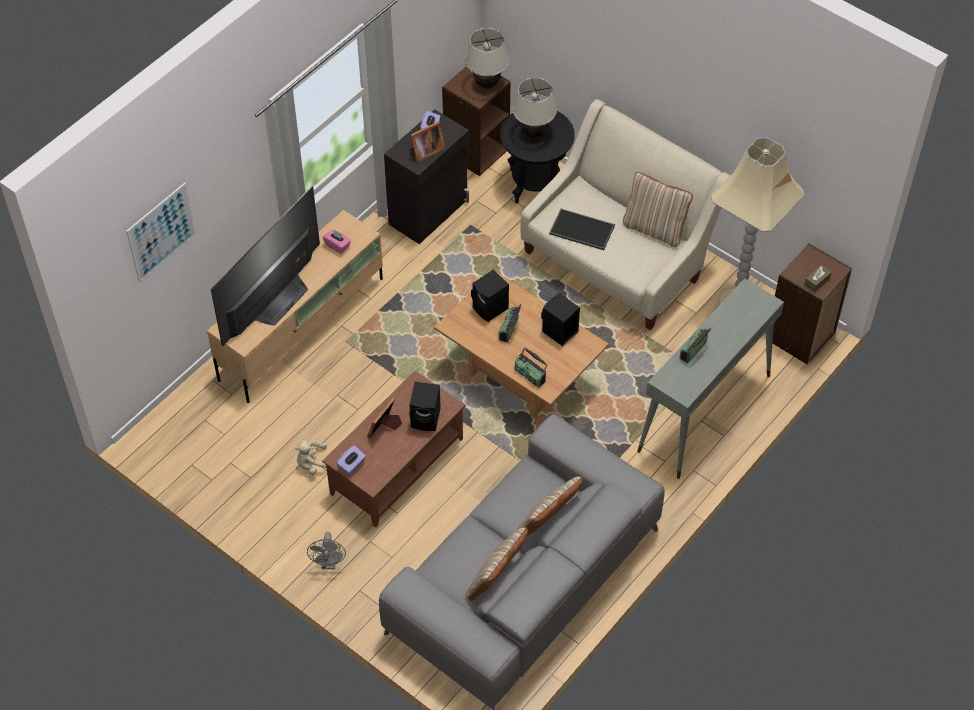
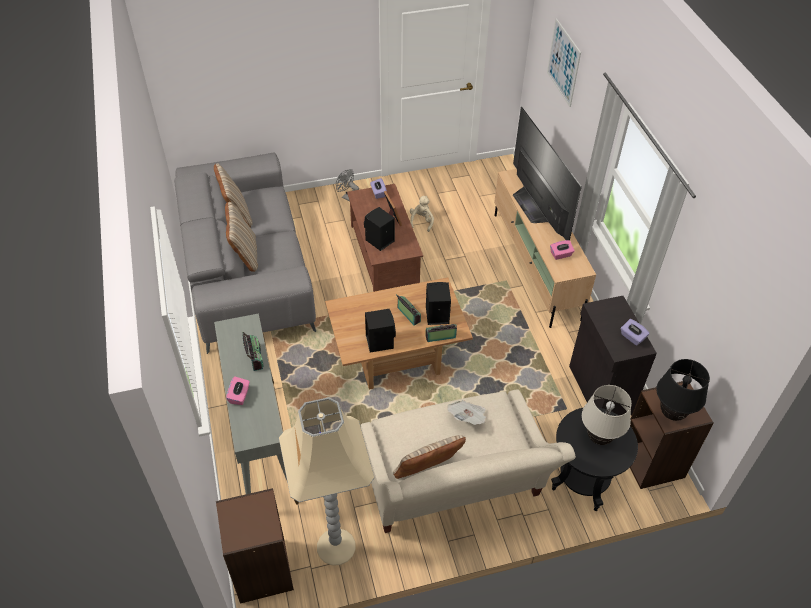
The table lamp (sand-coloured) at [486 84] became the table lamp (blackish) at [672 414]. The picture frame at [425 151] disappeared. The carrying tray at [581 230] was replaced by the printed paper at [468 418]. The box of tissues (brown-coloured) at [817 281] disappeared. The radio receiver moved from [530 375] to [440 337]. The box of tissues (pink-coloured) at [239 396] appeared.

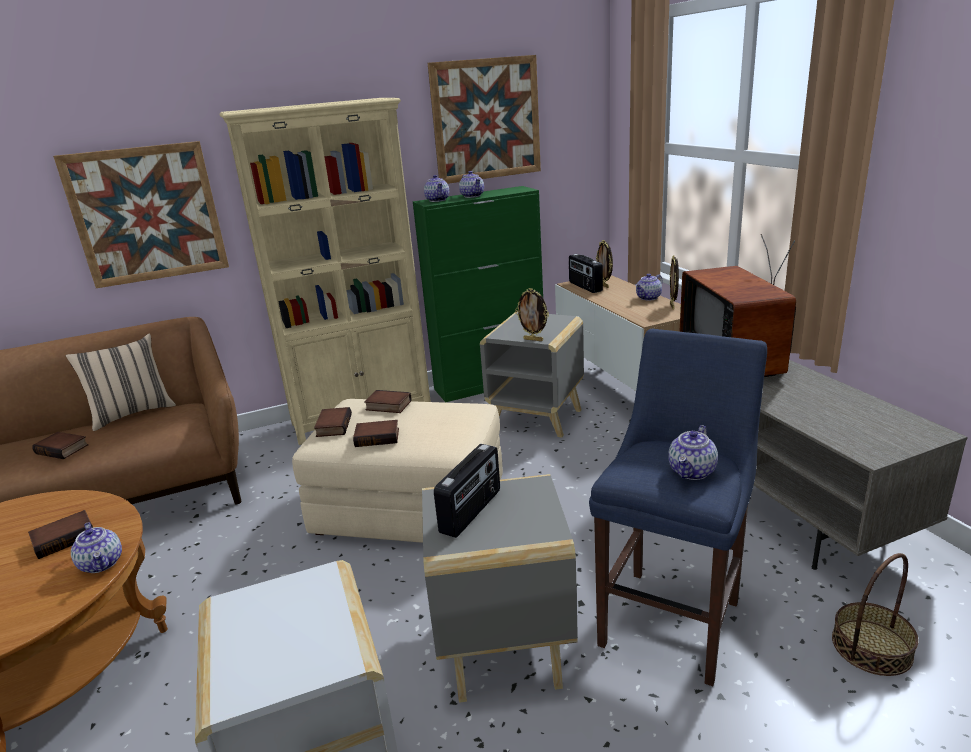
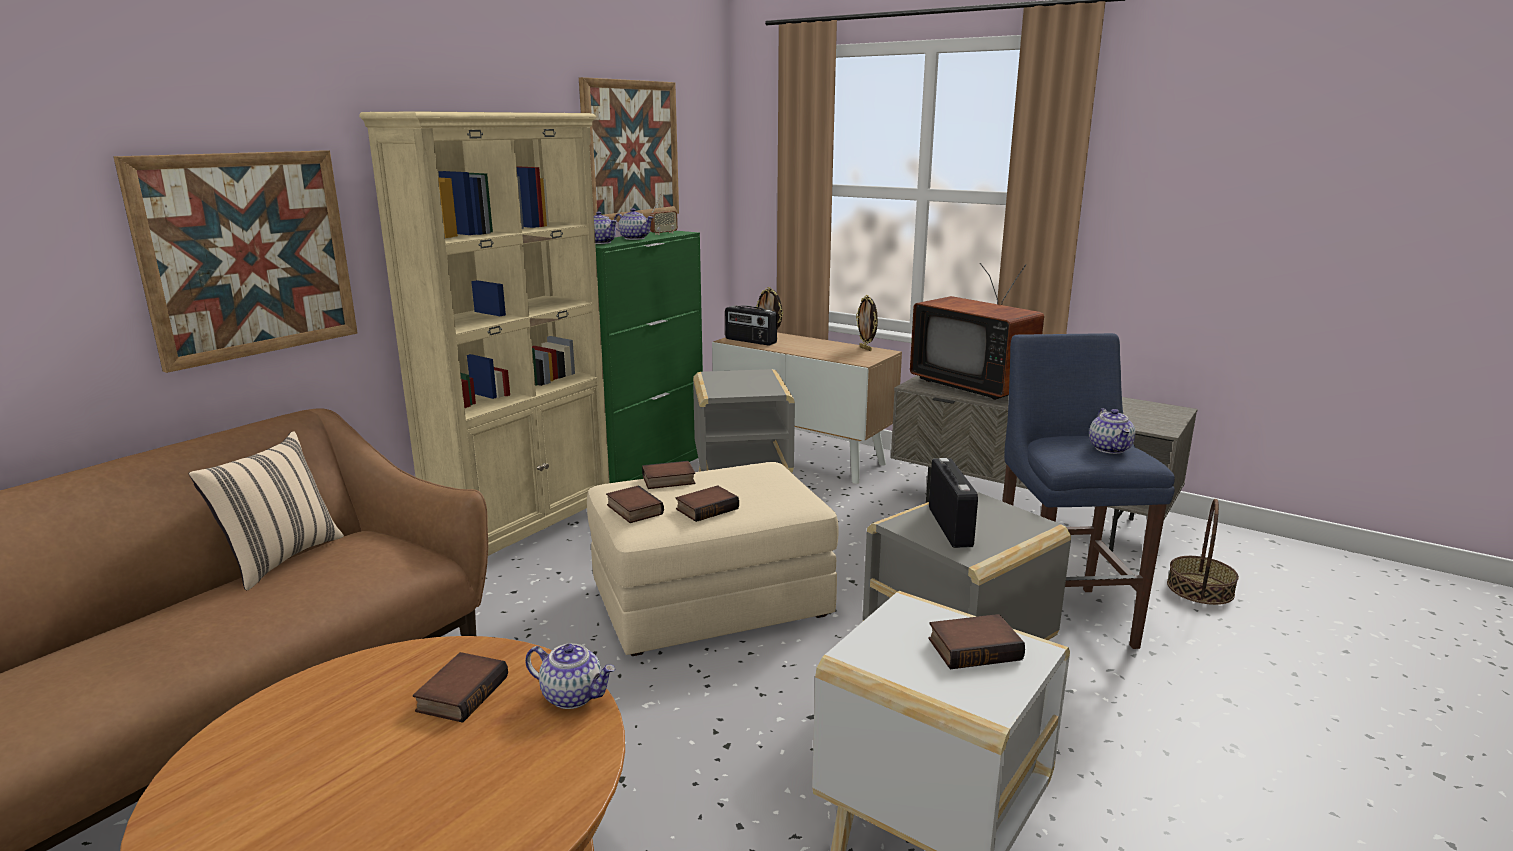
The pot for tea at [648 298] disappeared. The picture frame at [533 339] disappeared. The bound book moved from [64 449] to [974 648]. The radio receiver at [664 233] appeared.

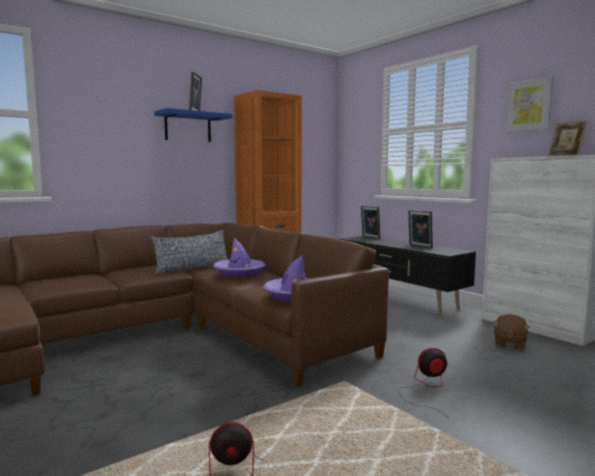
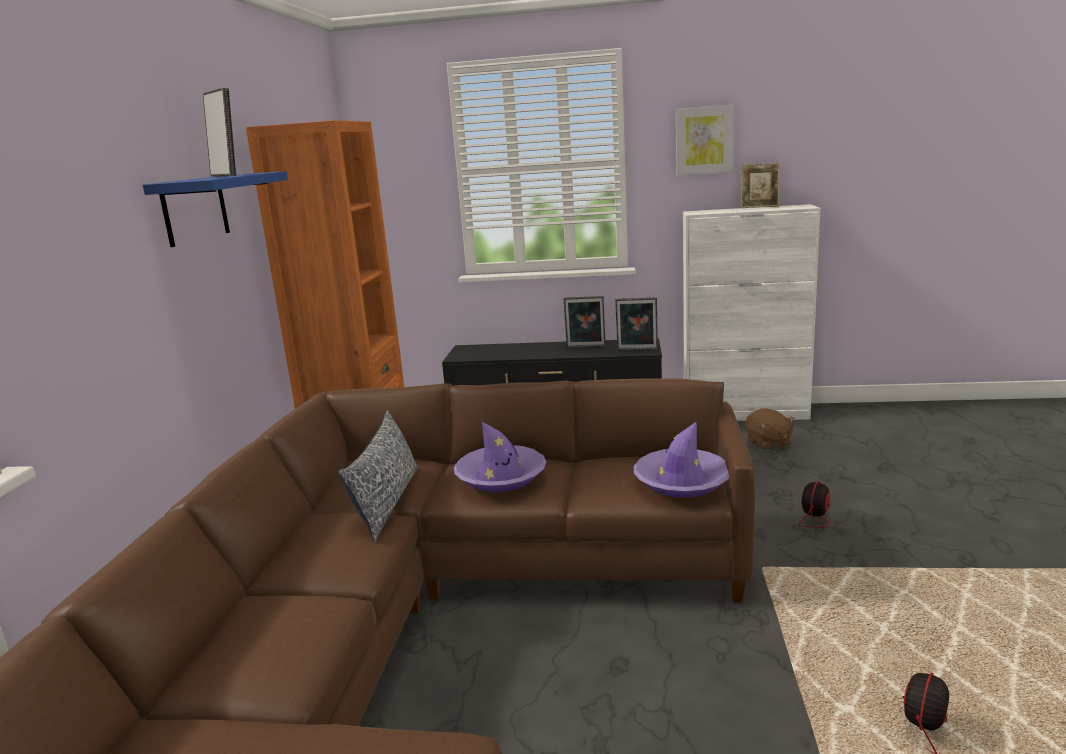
The picture frame moved from [370 237] to [637 350].

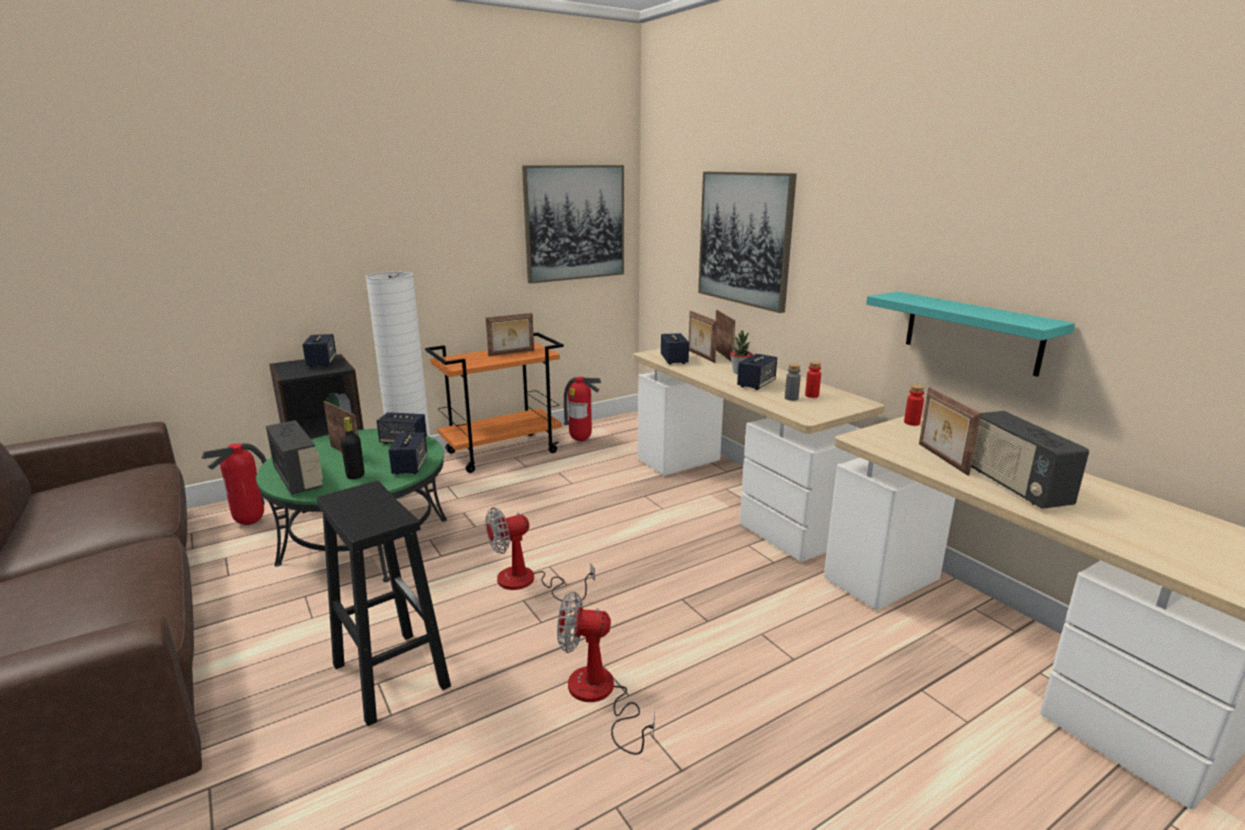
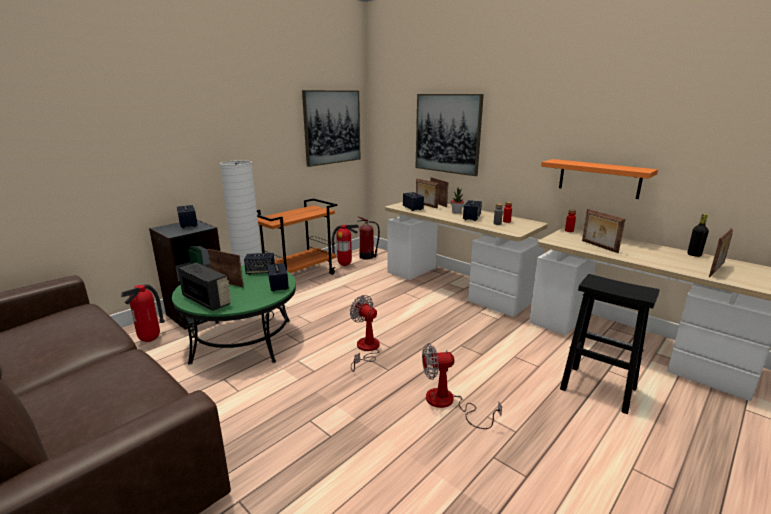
The shelf (turquoise) at [972 332] became the shelf (orange) at [599 178]. The picture frame moved from [511 353] to [716 271]. The radio receiver at [1014 486] disappeared. The drink bottle (blackish) moved from [355 476] to [694 254]. The stool (blackish) moved from [389 674] to [596 388]. The fan at [528 582] turned 90 degrees clockwise. The fire-fighting cylinder at [367 256] appeared.

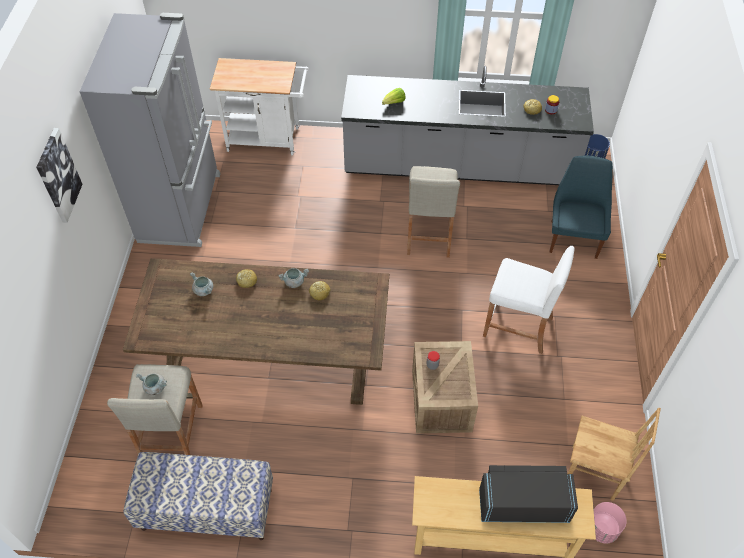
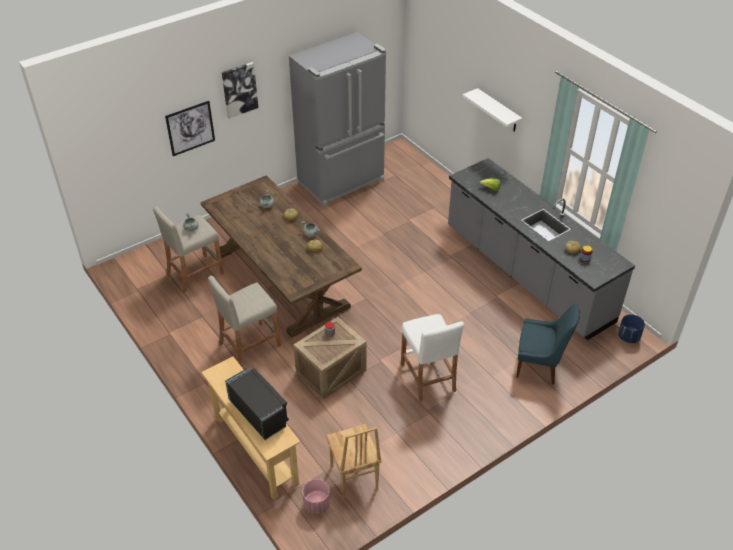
The trolley (whitish) at [268 139] disappeared. The plain chair (blue-coloured) at [573 237] turned 45 degrees clockwise. The stool (sand-coloured) moved from [429 234] to [249 344]. The long seat at [207 509] disappeared. The shelf (whitish) at [498 111] appeared. The wall art at [190 128] appeared.

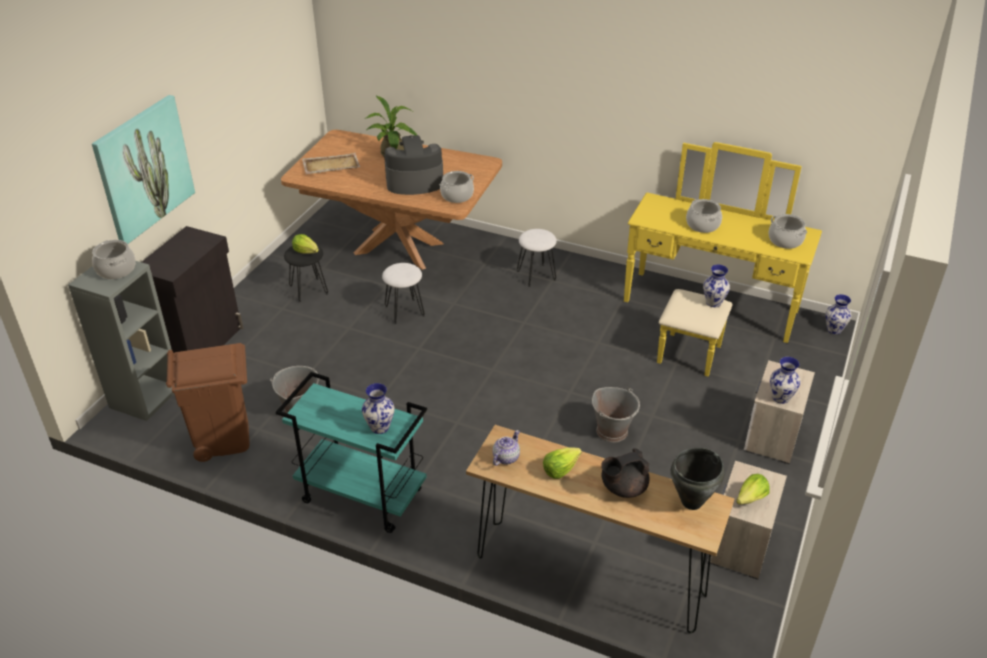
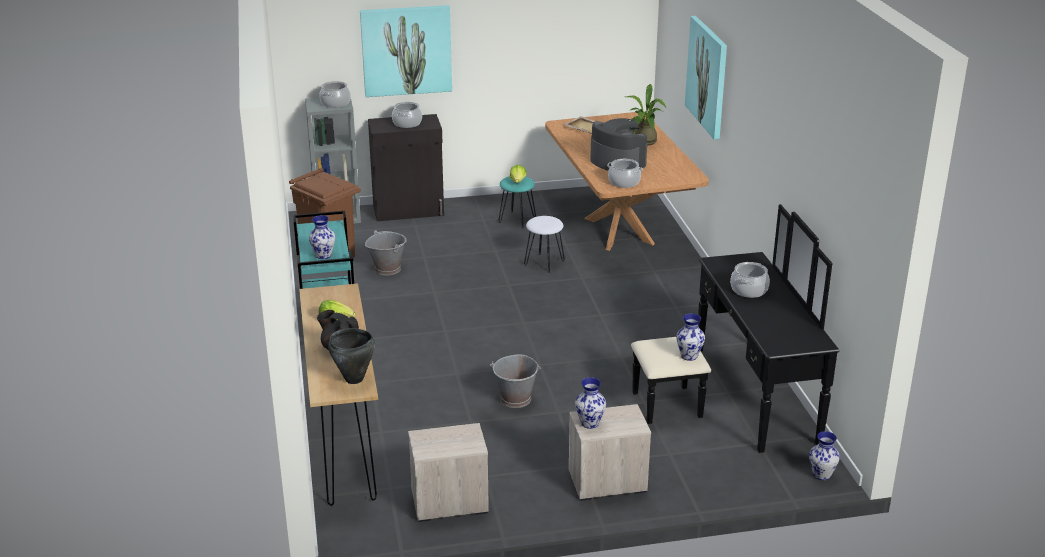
The drawer chest (yellowish) at [706 317] became the drawer chest (blackish) at [735 397]. The cooking pot moved from [785 240] to [407 123]. The stool (whitish) at [536 275] disappeared. The stool (blackish) at [308 290] became the stool (turquoise) at [517 220]. The pot for tea at [505 457] disappeared. The lettuce head at [751 498] disappeared. The wall art at [708 76] appeared.

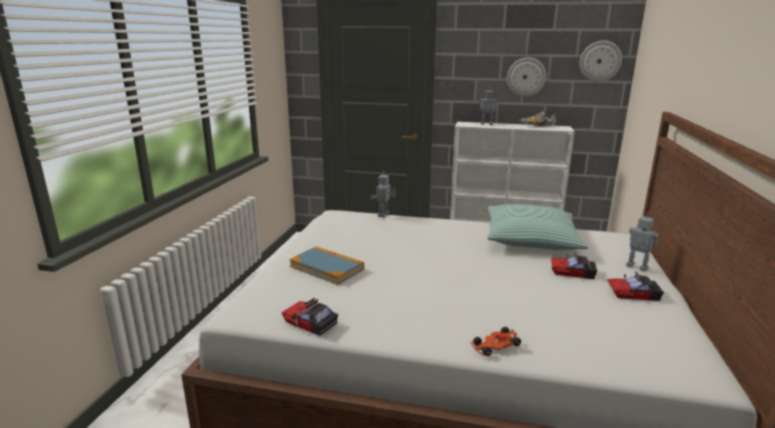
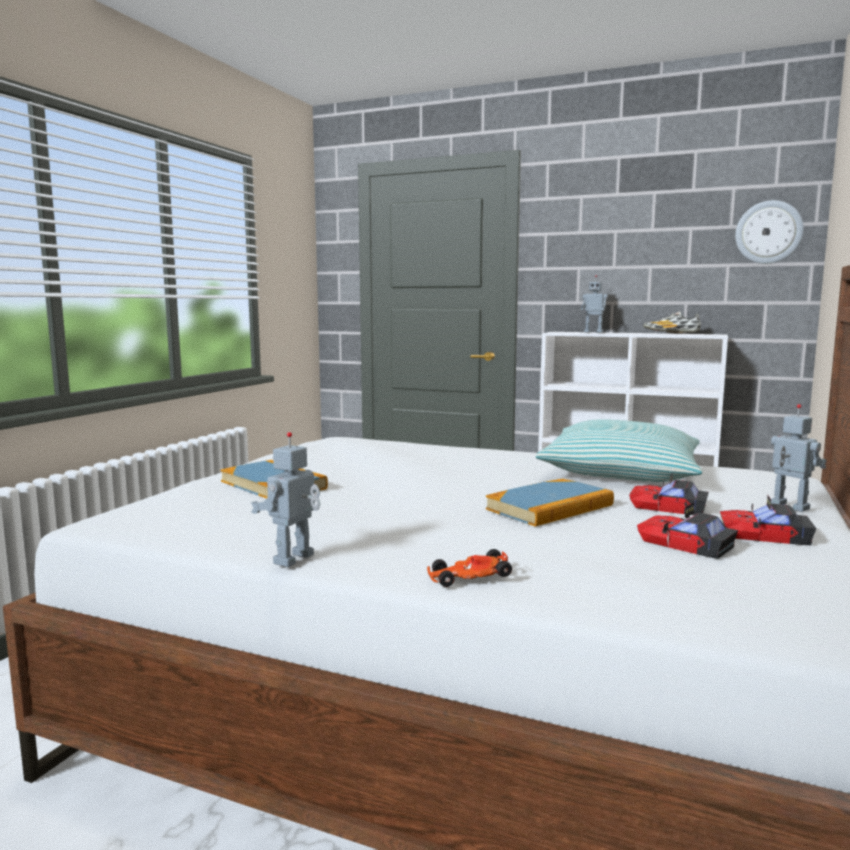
The wall clock at [526 77] disappeared. The toy robot moved from [384 215] to [295 559]. The model car moved from [310 322] to [685 543]. The bound book at [550 507] appeared.

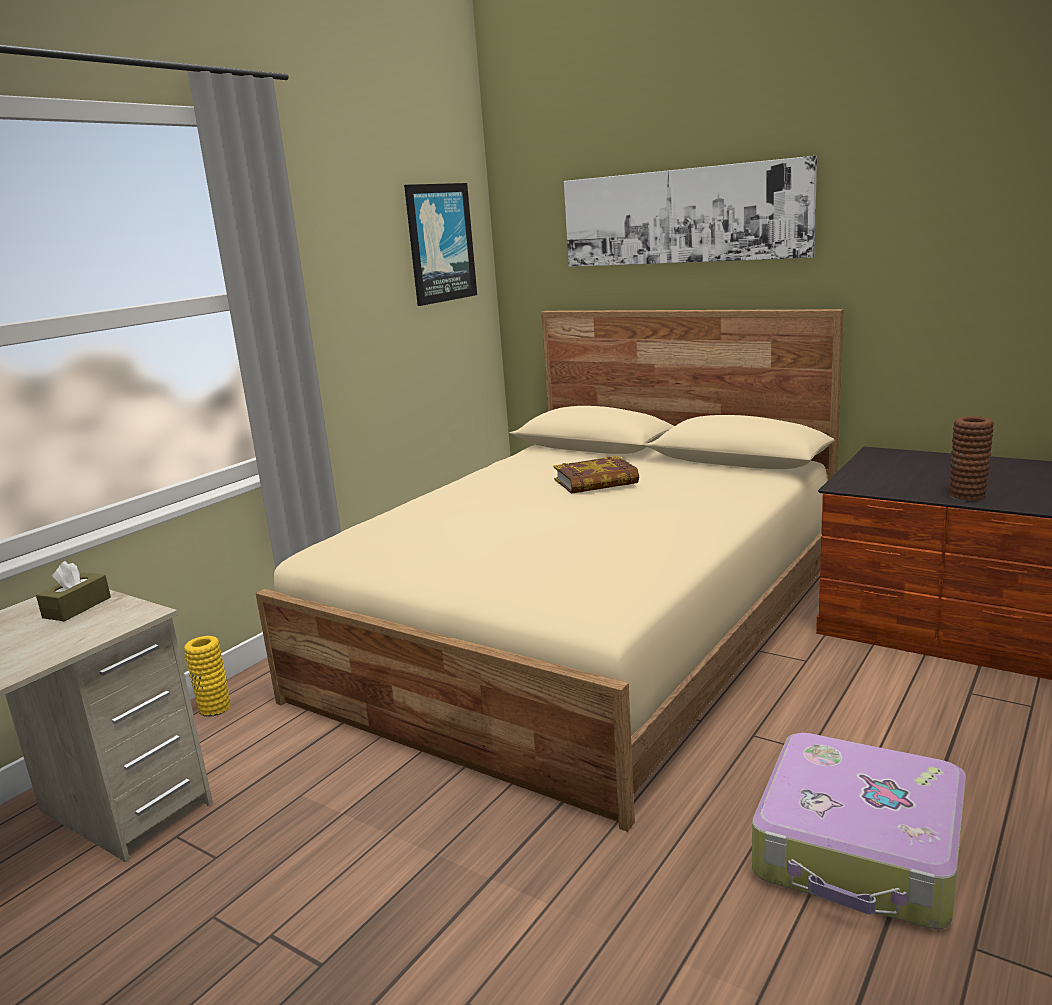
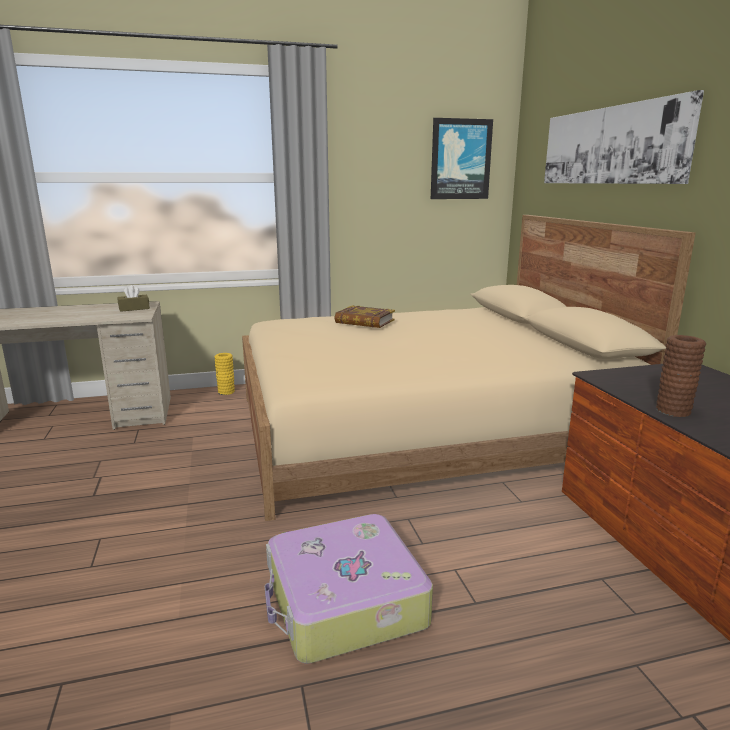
The bound book moved from [596 482] to [364 321].

